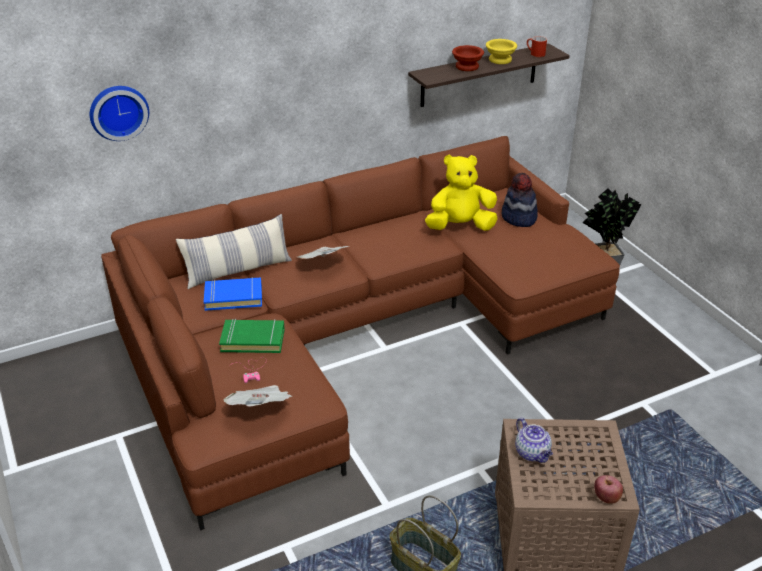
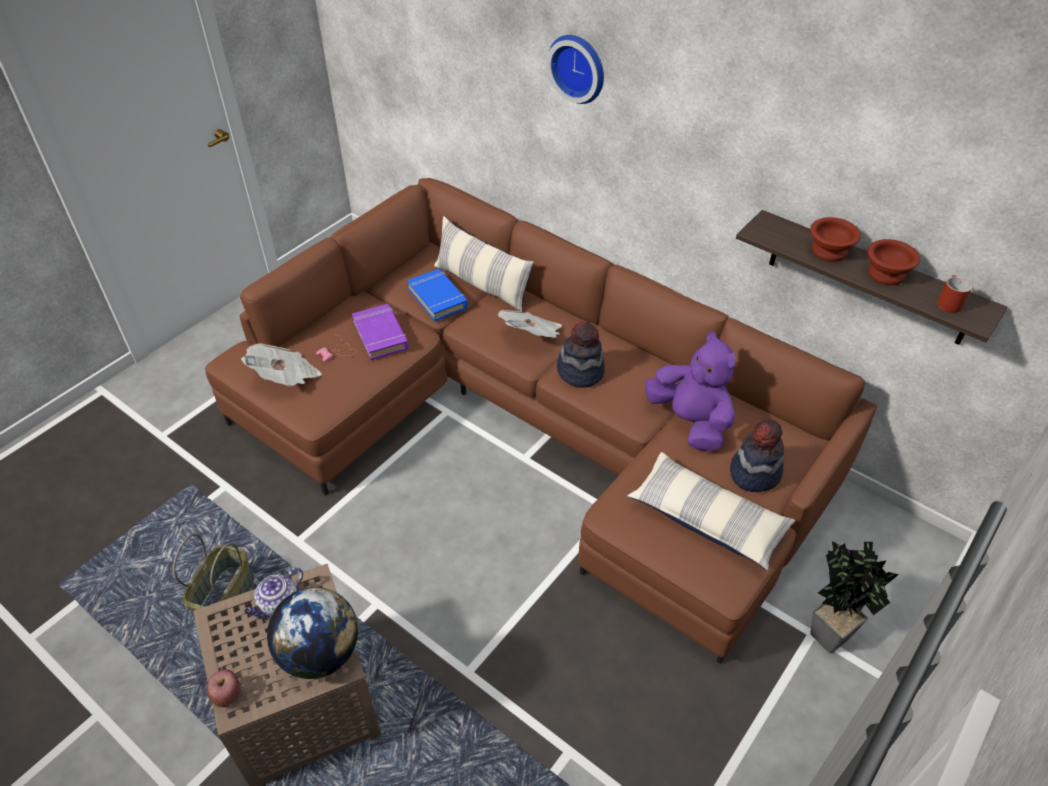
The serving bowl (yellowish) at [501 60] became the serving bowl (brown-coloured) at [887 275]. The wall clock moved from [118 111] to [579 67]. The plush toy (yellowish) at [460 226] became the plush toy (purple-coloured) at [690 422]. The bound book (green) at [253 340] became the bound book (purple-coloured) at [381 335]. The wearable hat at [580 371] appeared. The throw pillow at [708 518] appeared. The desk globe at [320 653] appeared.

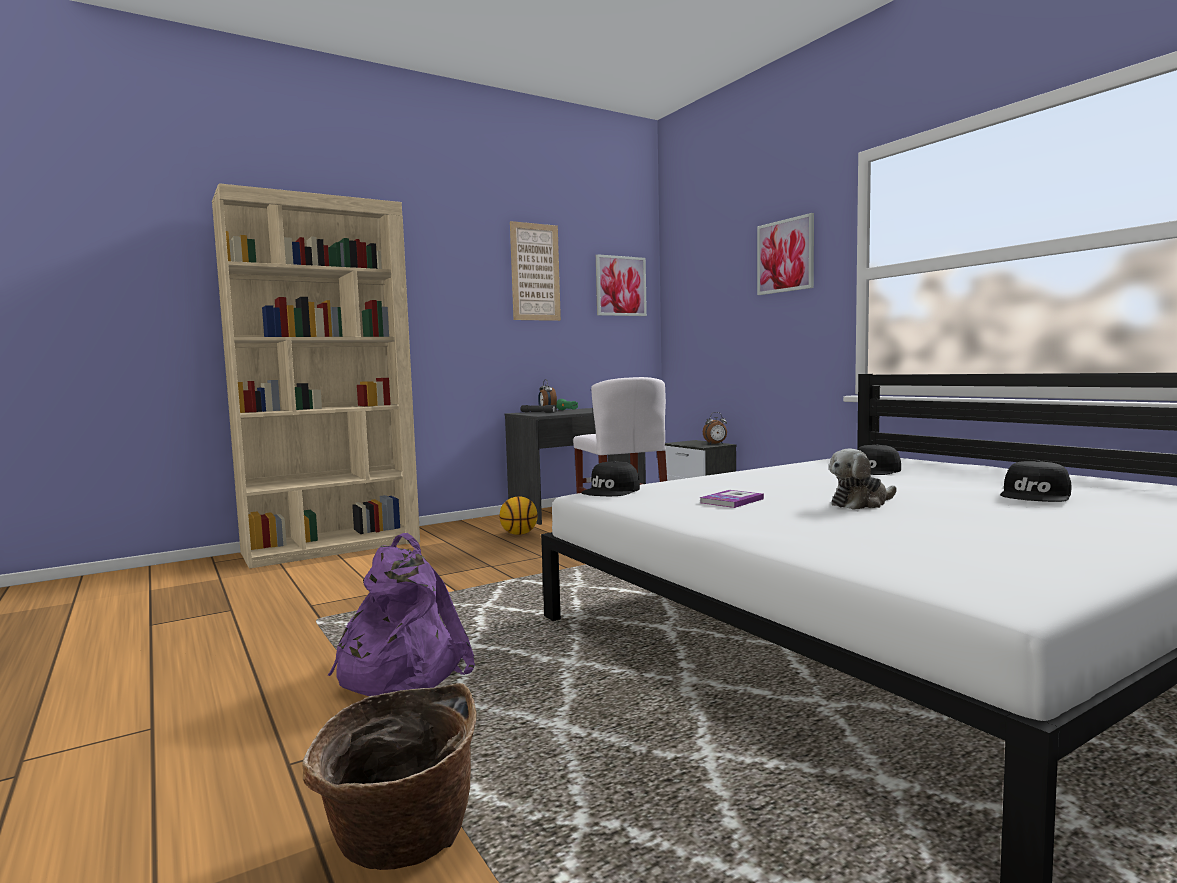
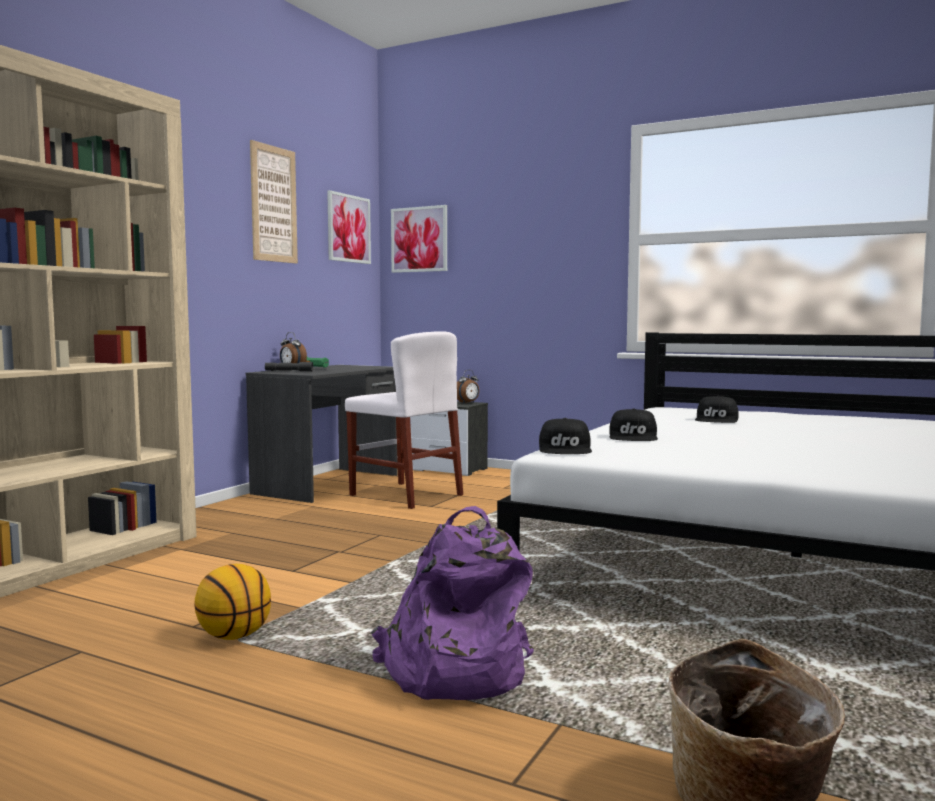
The wall art moved from [785 256] to [419 239]. The plush toy at [861 503] disappeared. The peaked cap (blackish) moved from [1036 495] to [634 437]. The bound book at [731 501] disappeared. The ball for basketball moved from [519 534] to [234 636].

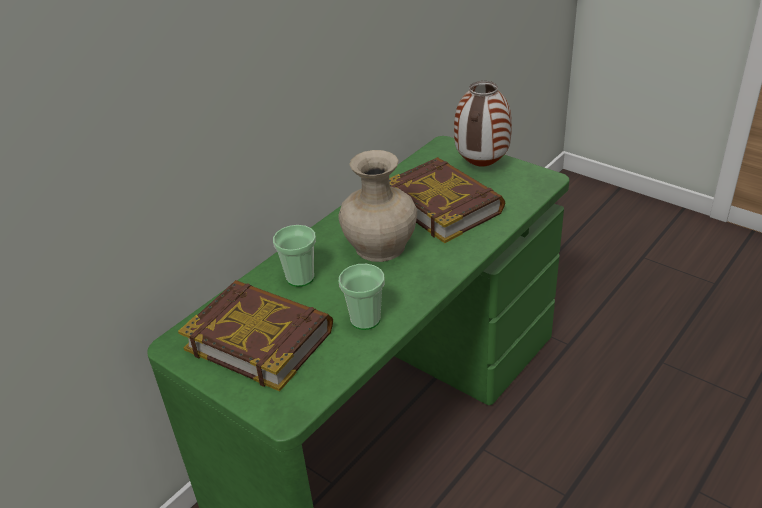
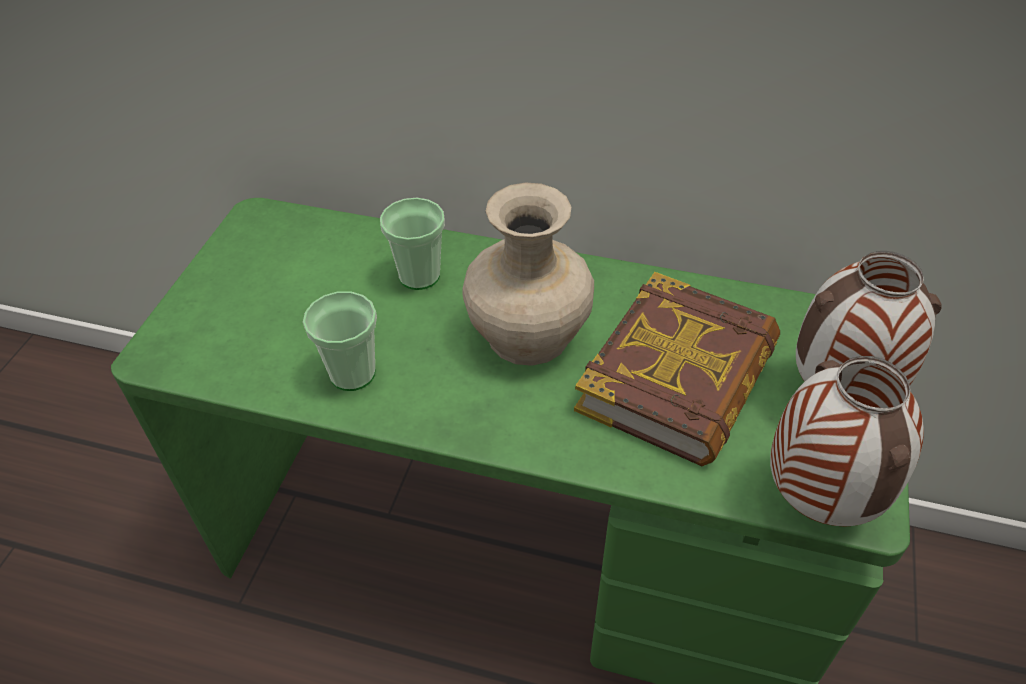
The bound book at [260 339] disappeared. The vase at [815 501] appeared.

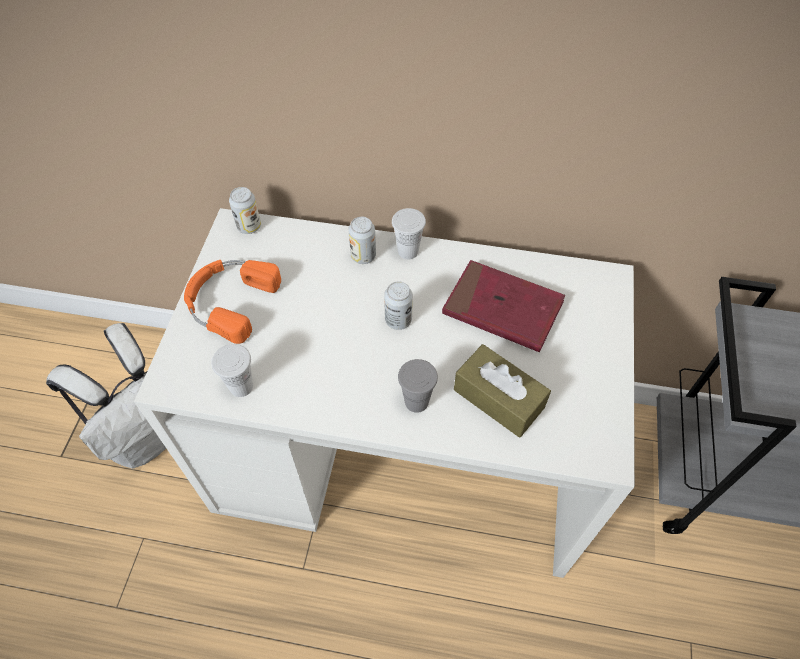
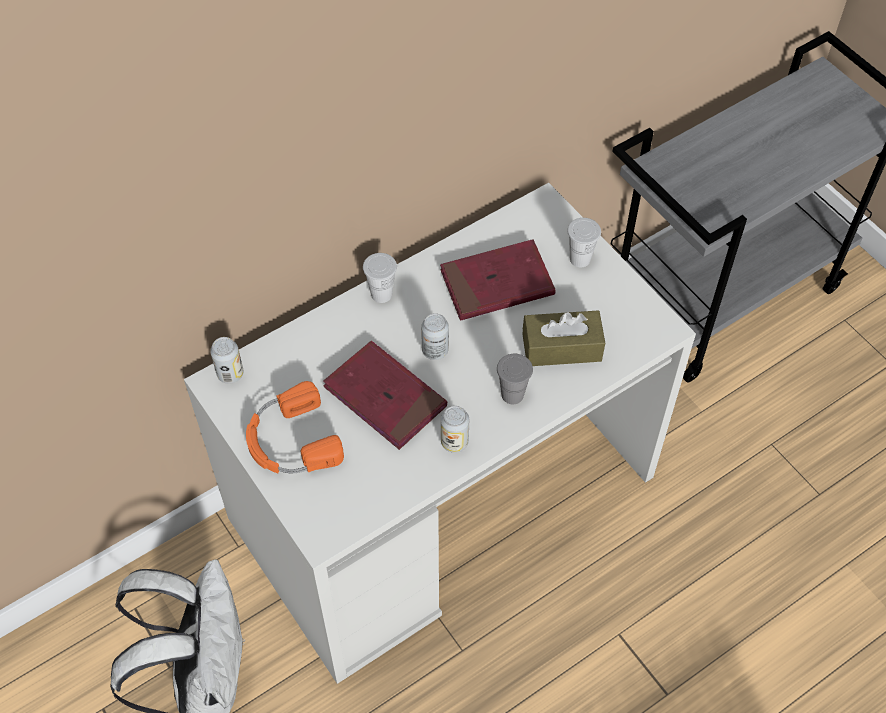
The metal can moved from [363 256] to [454 442]. The small cup (whitish) moved from [241 386] to [580 259]. The bound book (reddish) at [385 397] appeared.

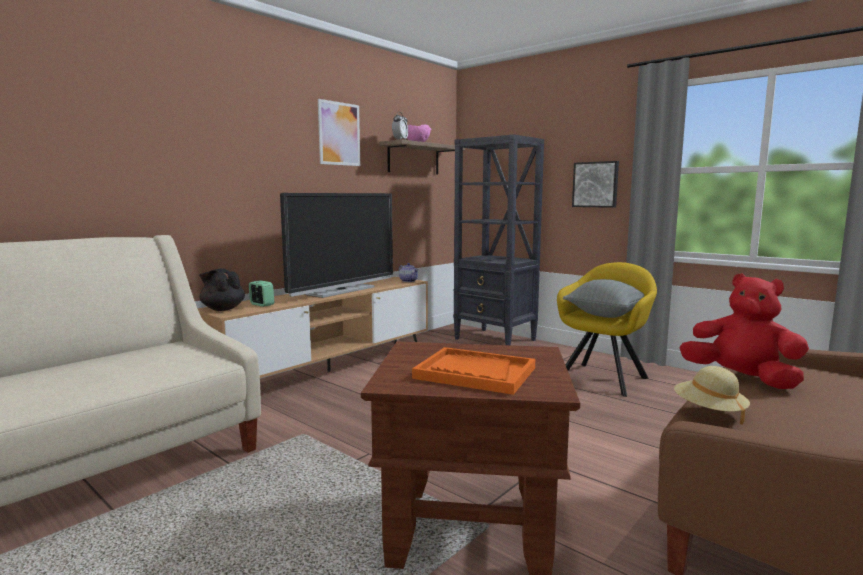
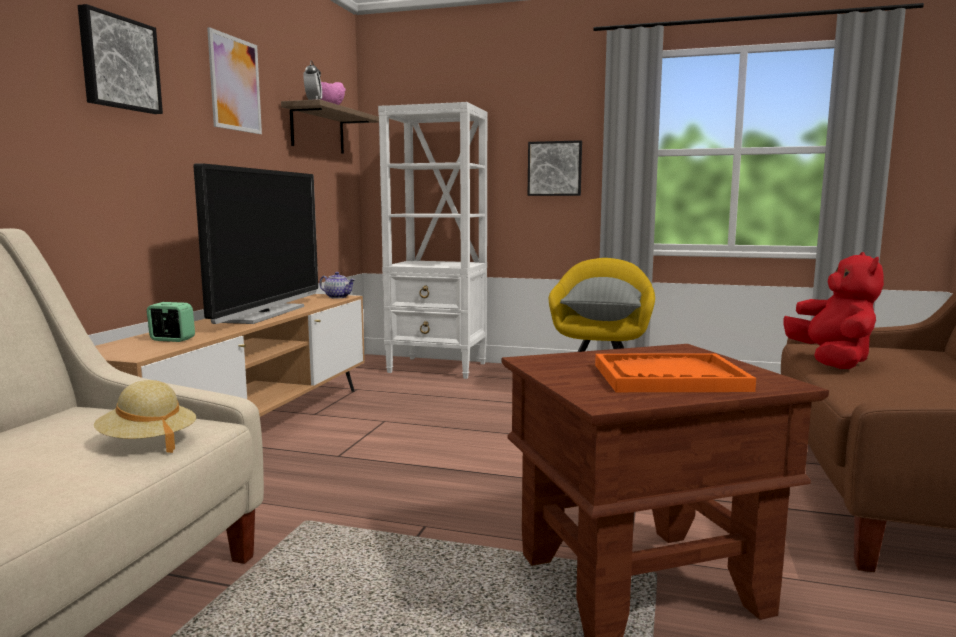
The bookcase (blackish) at [495 340] became the bookcase (whitish) at [438 368]. The pot for tea (blackish) at [222 309] disappeared. The plush toy (reddish) at [741 379] turned 75 degrees clockwise. The wearable hat (sand-coloured) moved from [709 411] to [148 442]. The wall art at [118 63] appeared.

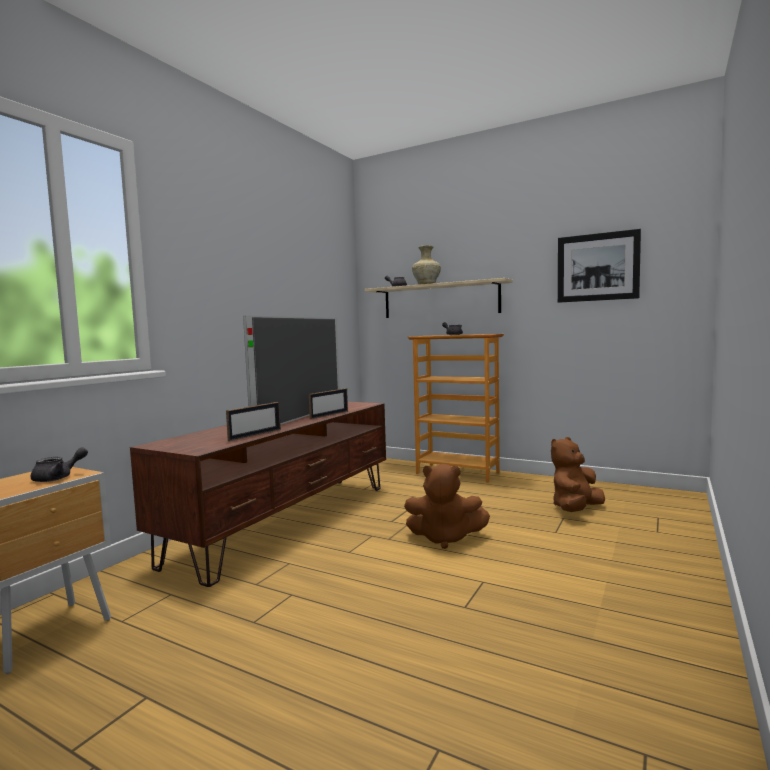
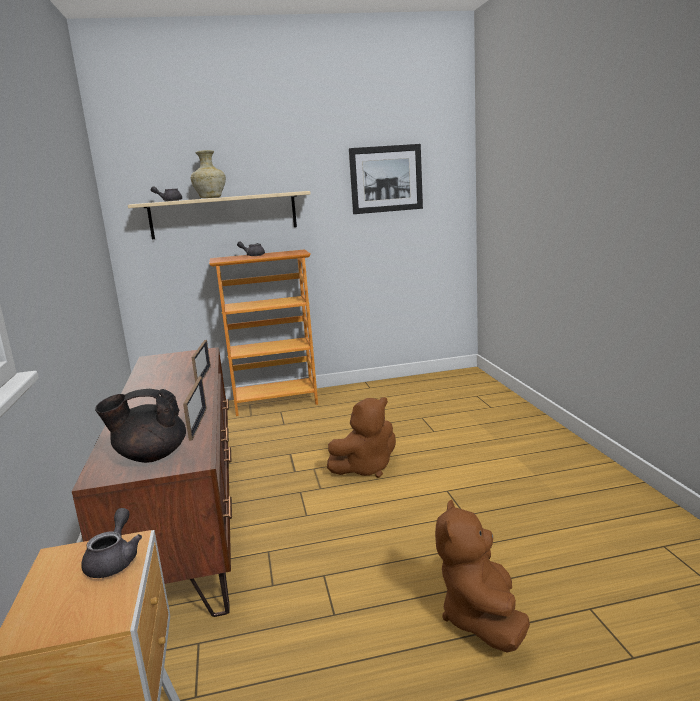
The TV set at [302 417] disappeared. The plush toy (brown-coloured) moved from [575 509] to [481 619]. The pot for tea (blackish) at [150 456] appeared.

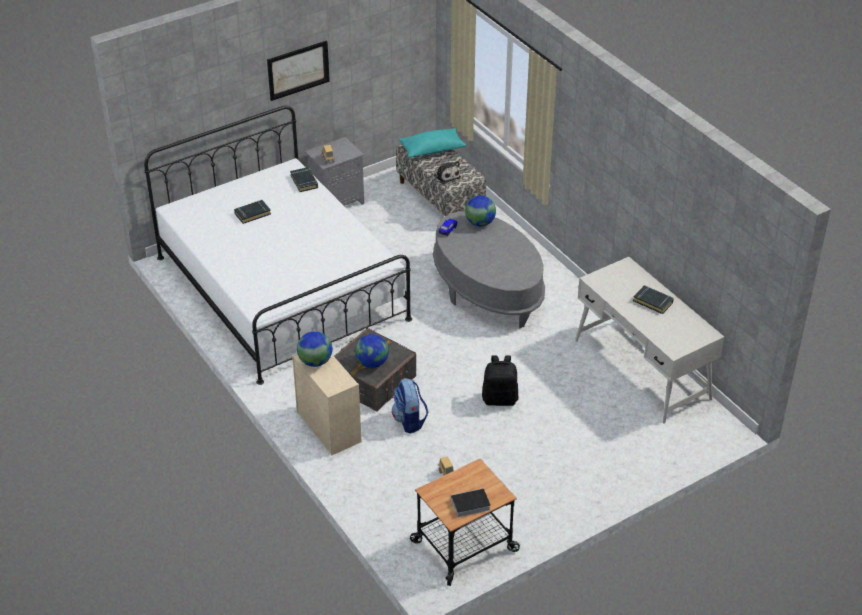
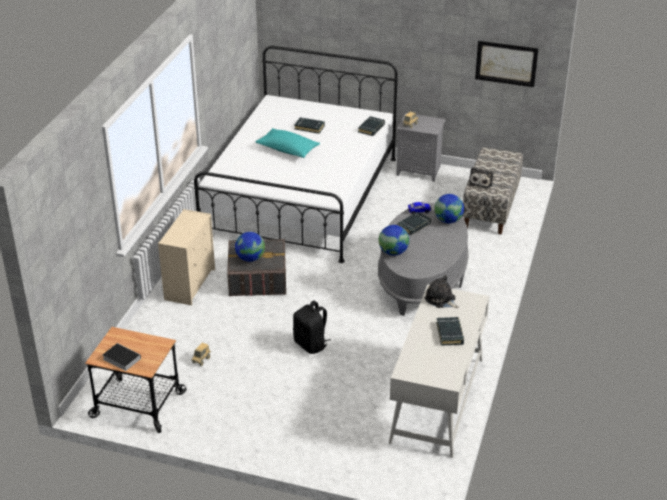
The wall art moved from [298 70] to [506 63]. The throw pillow (turquoise) moved from [432 150] to [288 150]. The desk globe moved from [315 362] to [393 252]. The backpack at [409 421] disappeared. The bound book (blackish) at [414 226] appeared. The plush toy at [441 300] appeared.

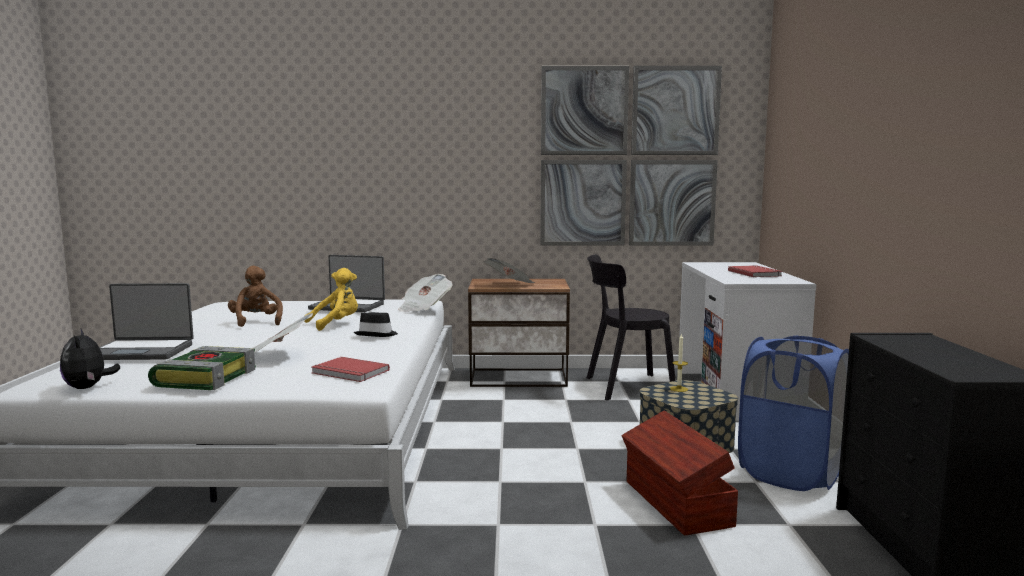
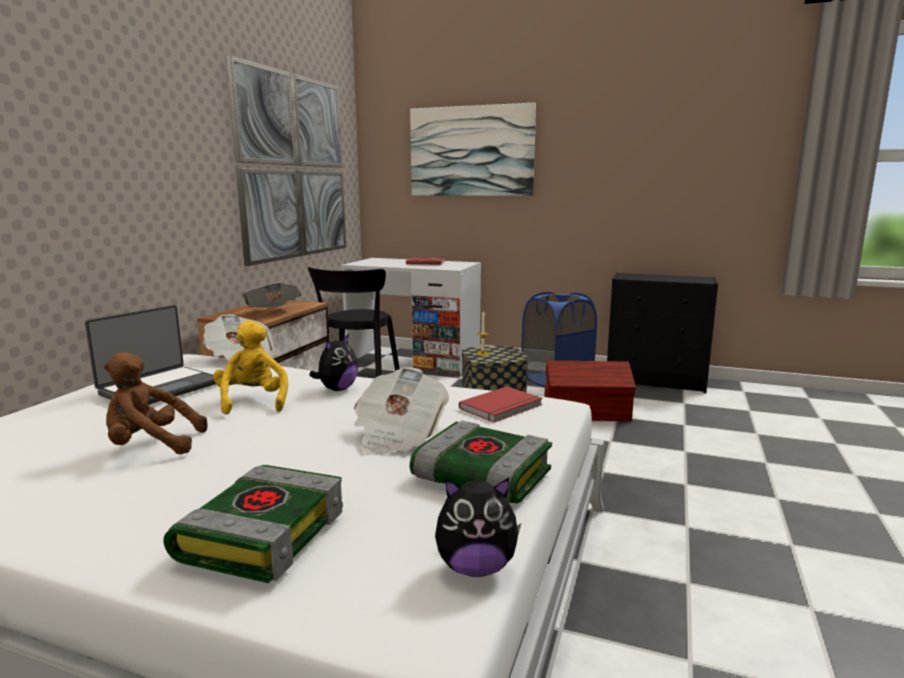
The laptop at [142 351] was replaced by the bound book at [262 533]. The wearable hat (blackish) at [377 335] was replaced by the plush toy at [337 389]. The wall art at [471 151] appeared.

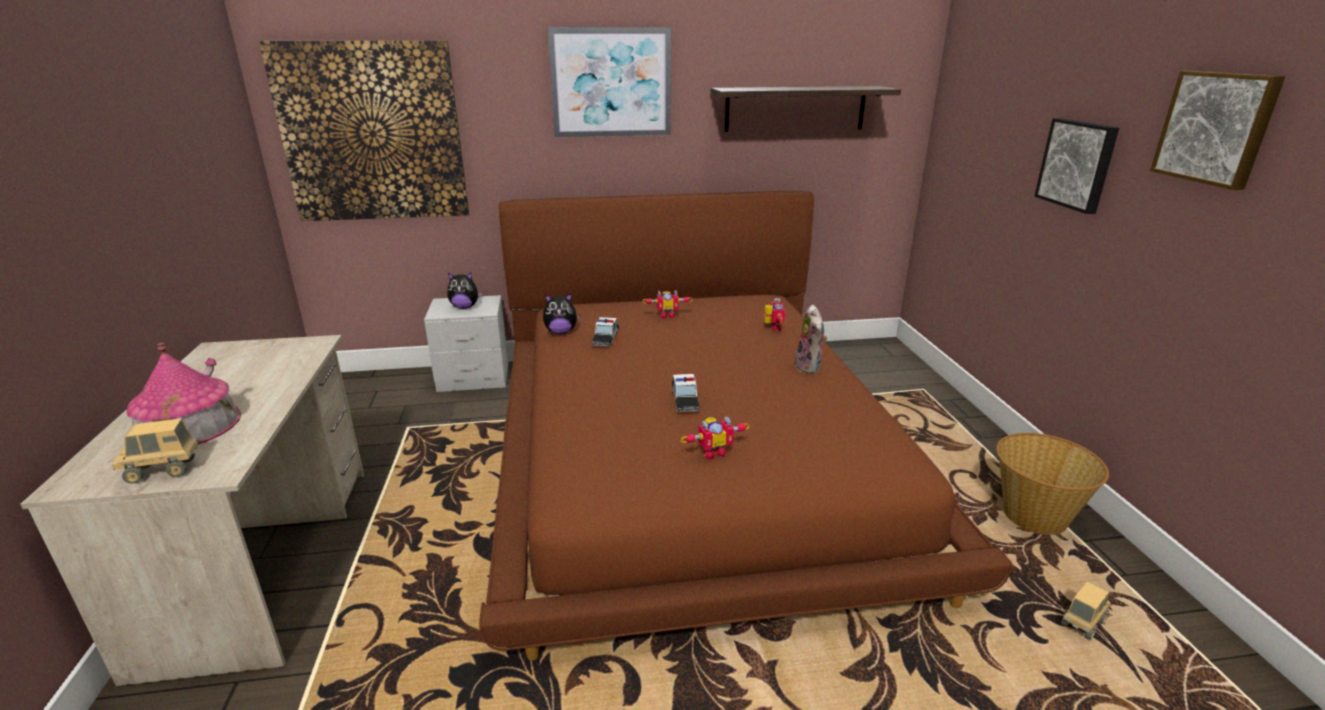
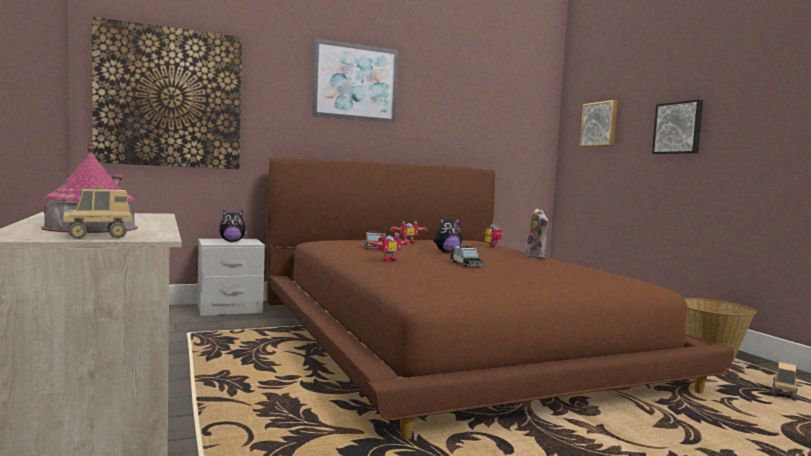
The wall art moved from [1216 128] to [600 124]. The shelf at [795 108] disappeared. The plush toy moved from [561 332] to [447 252]. The toy robot moved from [713 452] to [387 260].

